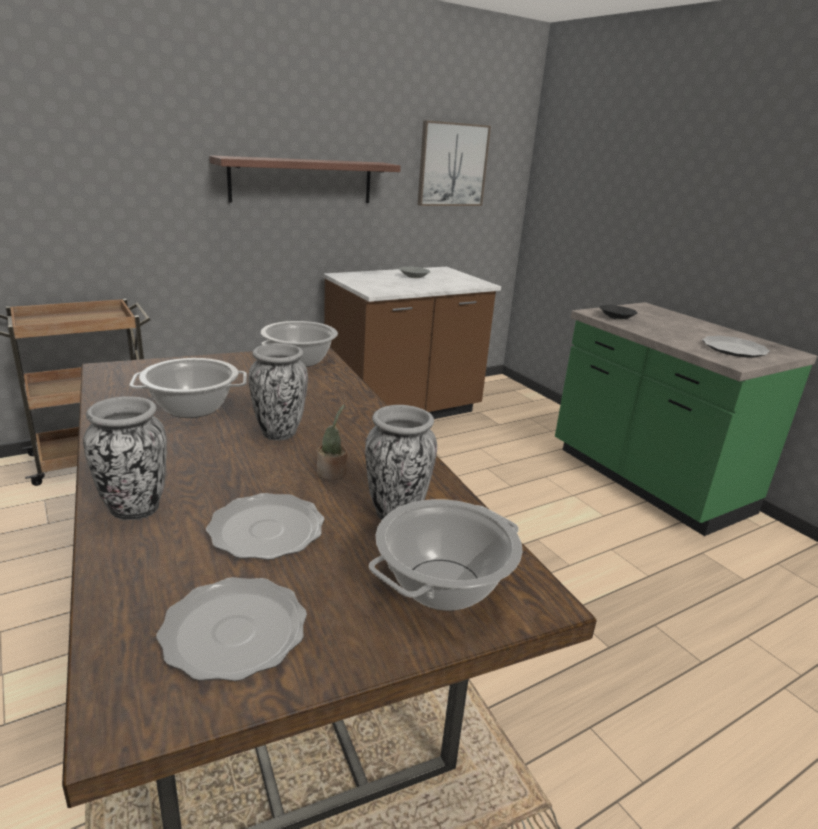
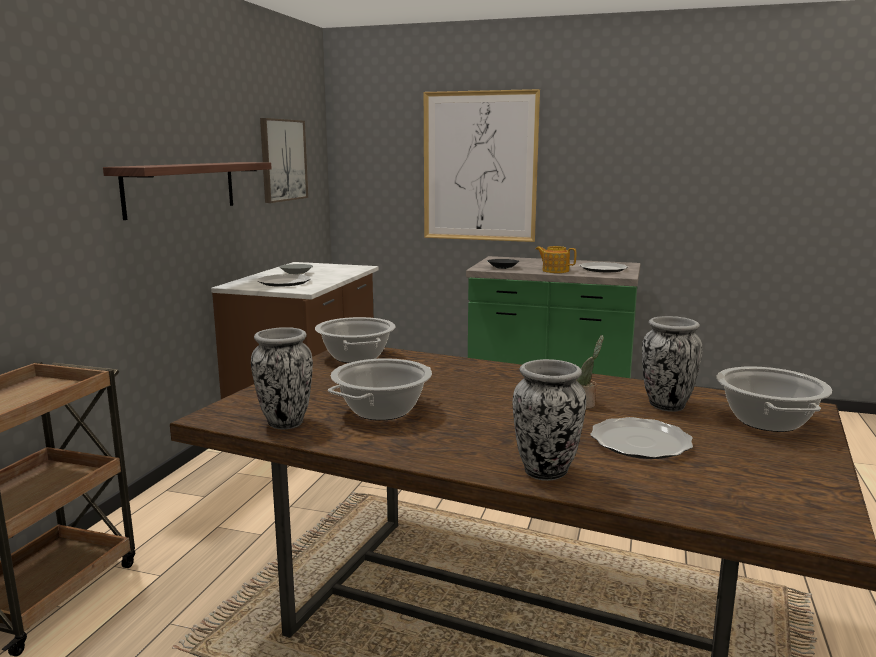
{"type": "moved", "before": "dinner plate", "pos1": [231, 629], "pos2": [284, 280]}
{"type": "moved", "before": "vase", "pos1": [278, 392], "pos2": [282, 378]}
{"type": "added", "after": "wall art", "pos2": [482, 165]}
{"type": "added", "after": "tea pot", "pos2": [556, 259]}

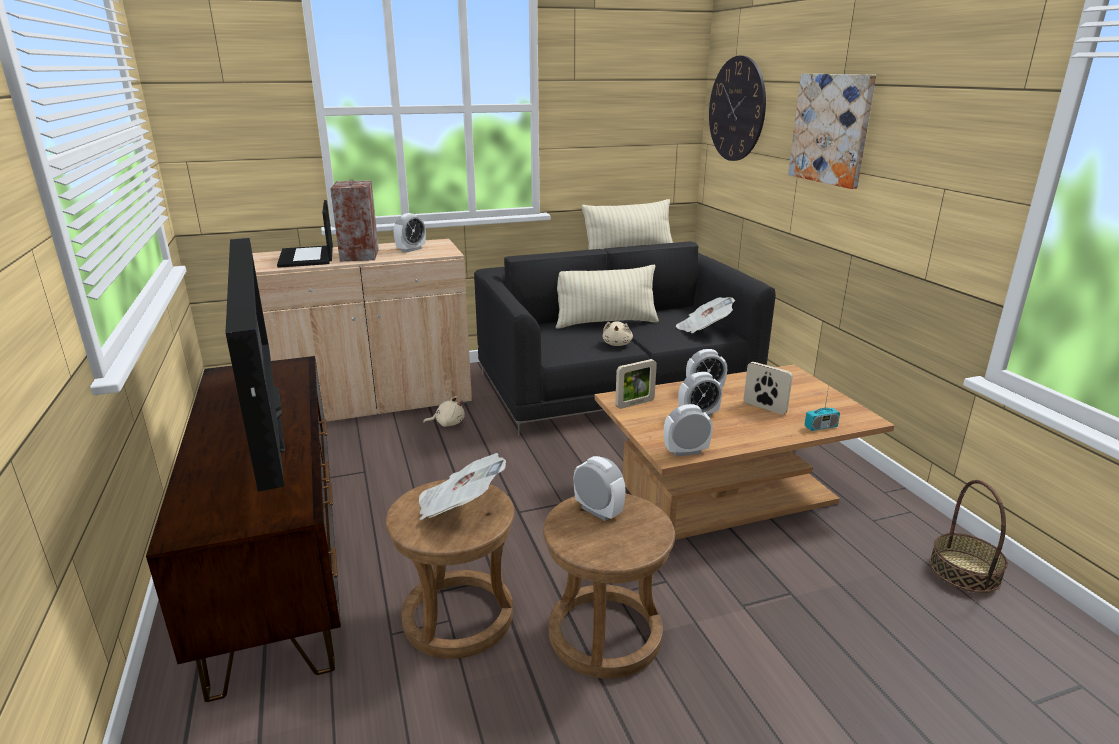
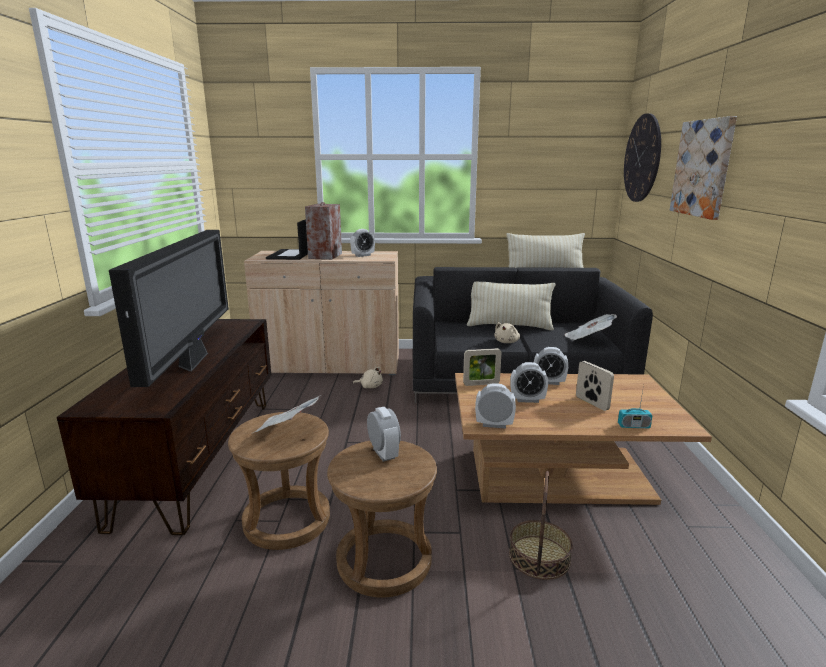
{"type": "moved", "before": "household basket", "pos1": [968, 536], "pos2": [541, 525]}

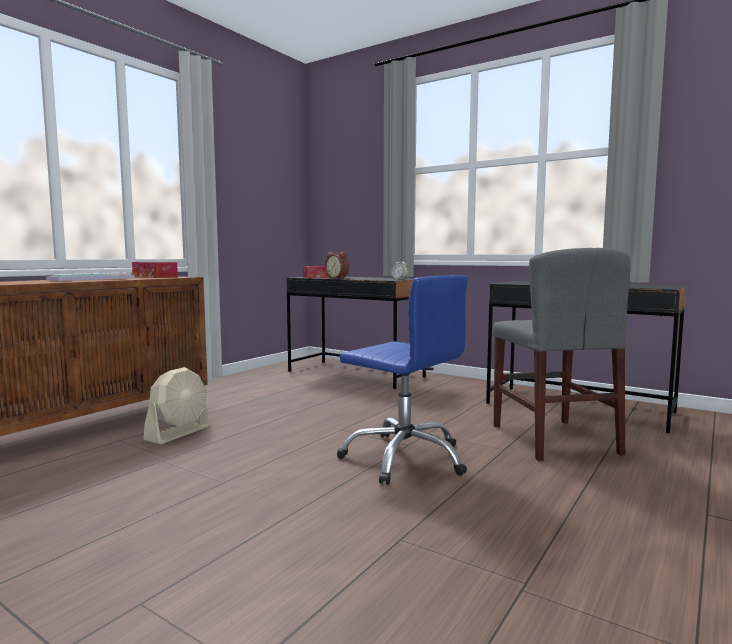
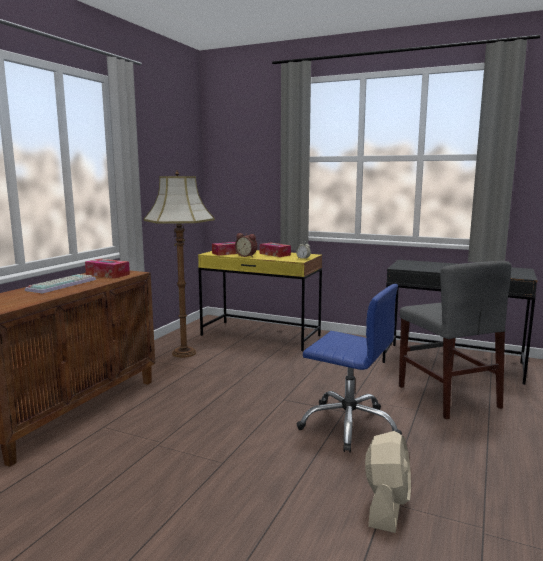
{"type": "moved", "before": "electric fan (beige)", "pos1": [177, 405], "pos2": [388, 482]}
{"type": "recoloured", "before": "desk (black-coloured)", "after": "desk (yellow)", "pos1": [356, 333], "pos2": [260, 300]}
{"type": "added", "after": "standing lamp", "pos2": [179, 264]}
{"type": "added", "after": "box of tissues", "pos2": [275, 250]}

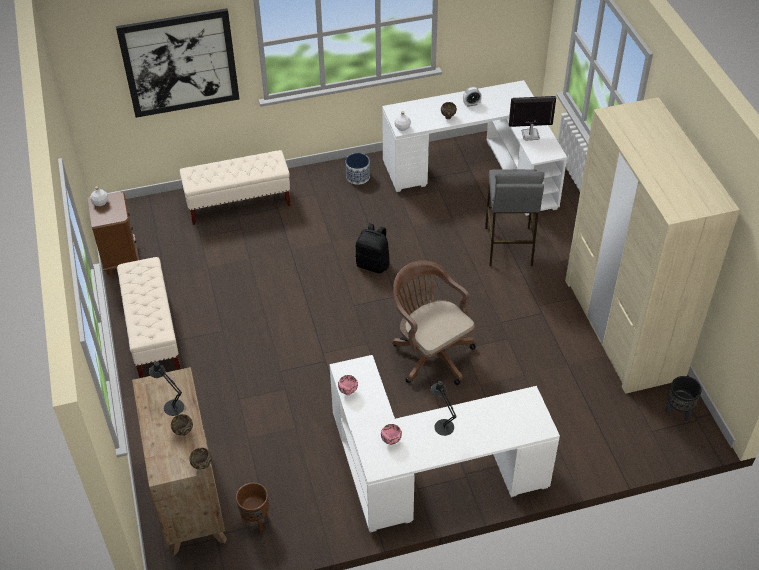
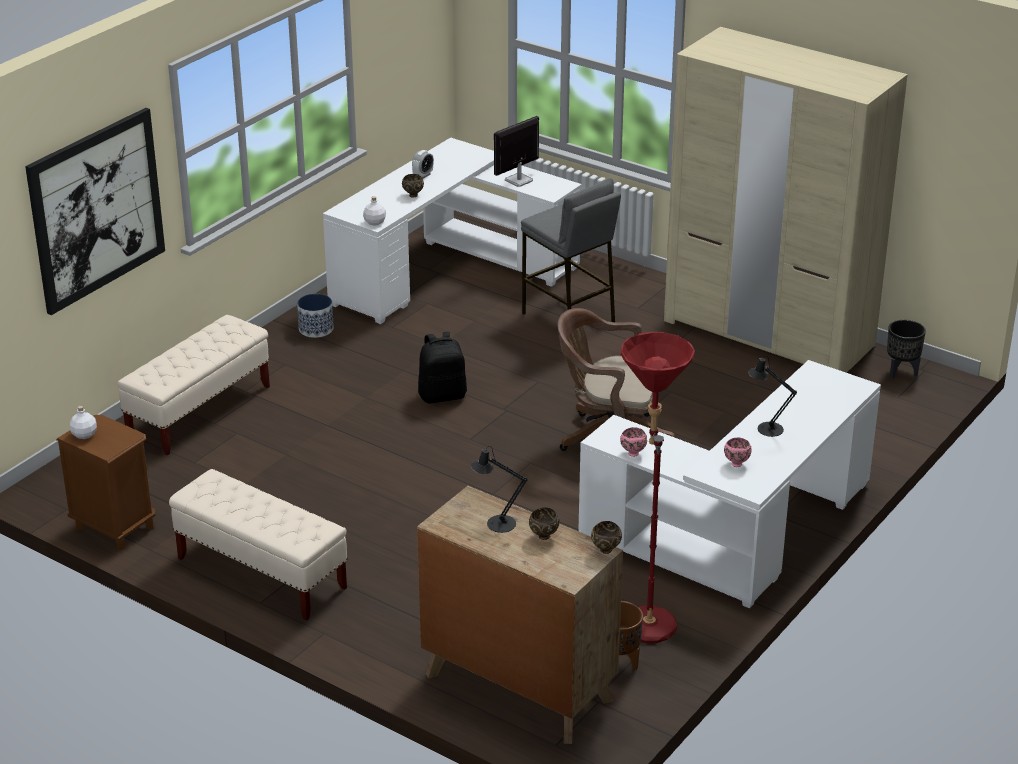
{"type": "added", "after": "standing lamp (reddish)", "pos2": [658, 487]}

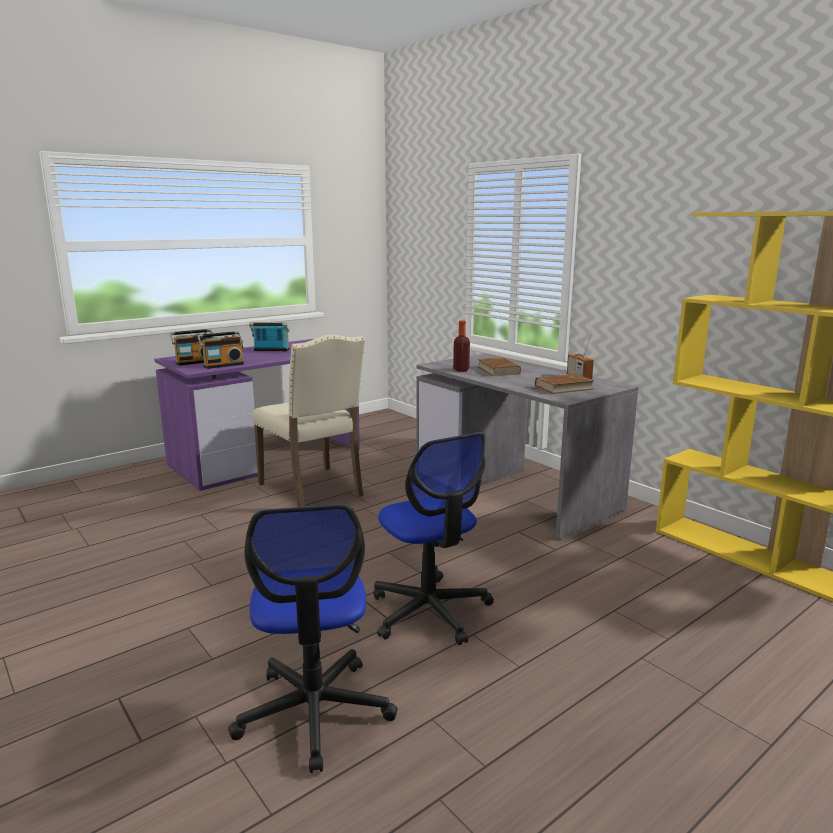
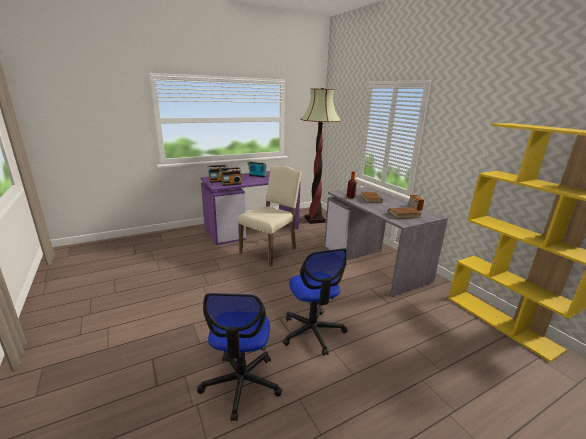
{"type": "turned", "before": "upright chair (beige)", "pos1": [309, 421], "pos2": [270, 216], "turn": -120}
{"type": "added", "after": "standing lamp", "pos2": [321, 156]}

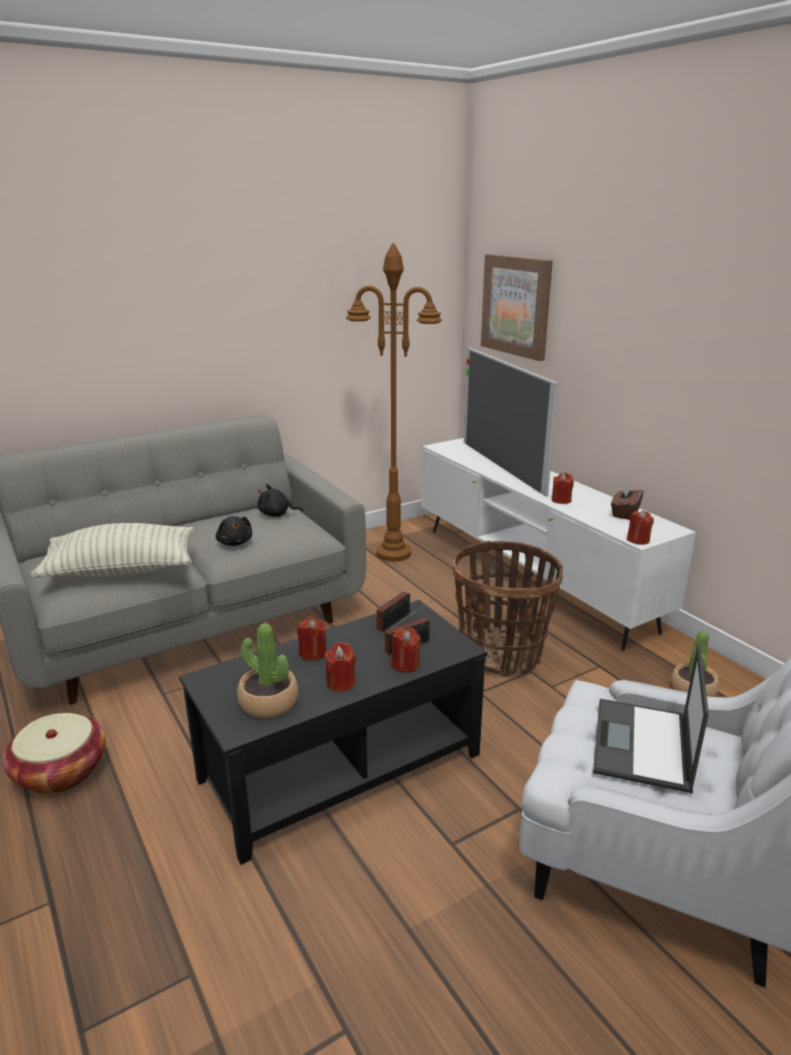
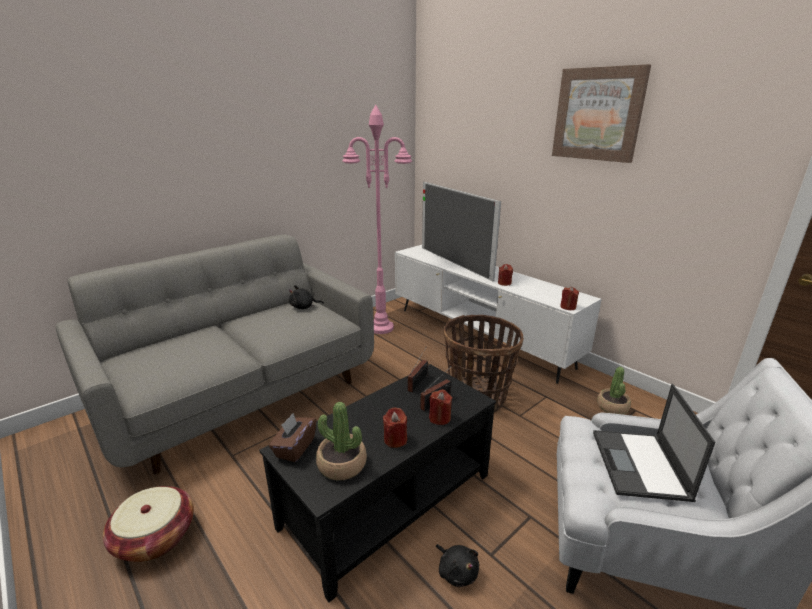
{"type": "removed", "before": "cushion", "pos1": [112, 550]}
{"type": "moved", "before": "soft toy (black-coloured)", "pos1": [234, 531], "pos2": [457, 565]}
{"type": "removed", "before": "candle (reddish)", "pos1": [311, 639]}
{"type": "recoloured", "before": "standing lamp (brown)", "after": "standing lamp (pinkish)", "pos1": [394, 402], "pos2": [377, 219]}
{"type": "moved", "before": "wall art", "pos1": [517, 307], "pos2": [601, 113]}
{"type": "moved", "before": "box of tissues (brown)", "pos1": [627, 501], "pos2": [292, 437]}

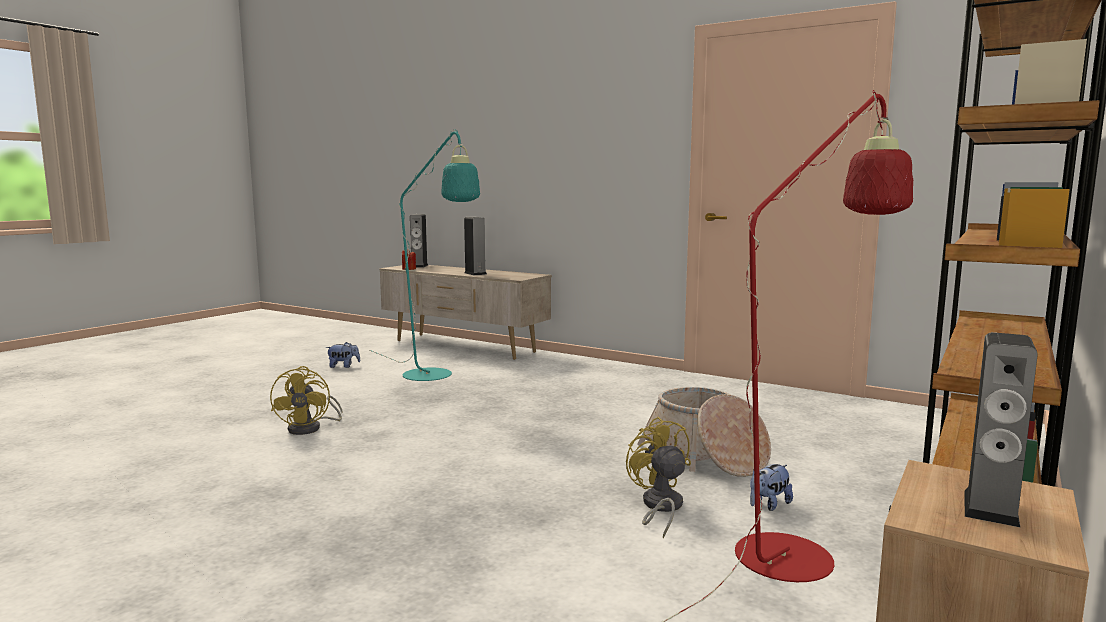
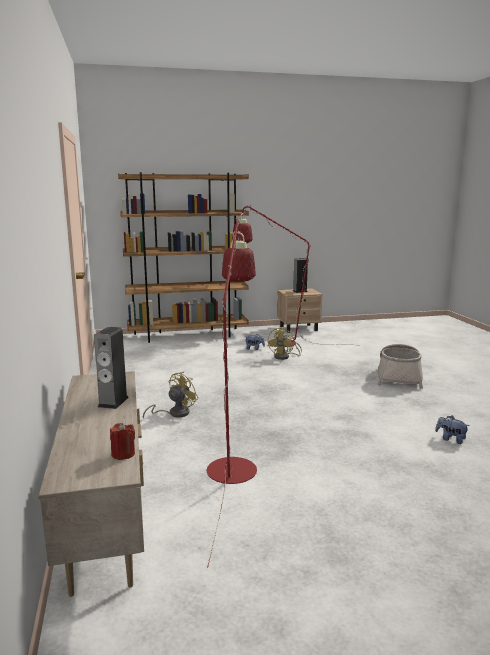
{"type": "moved", "before": "electric fan (yellow)", "pos1": [306, 400], "pos2": [171, 395]}
{"type": "moved", "before": "soft toy", "pos1": [343, 355], "pos2": [452, 429]}
{"type": "recoloured", "before": "standing lamp (turquoise-coloured)", "after": "standing lamp (reddish)", "pos1": [425, 255], "pos2": [232, 392]}
{"type": "removed", "before": "loudspeaker", "pos1": [419, 241]}
{"type": "moved", "before": "household basket", "pos1": [704, 432], "pos2": [400, 366]}

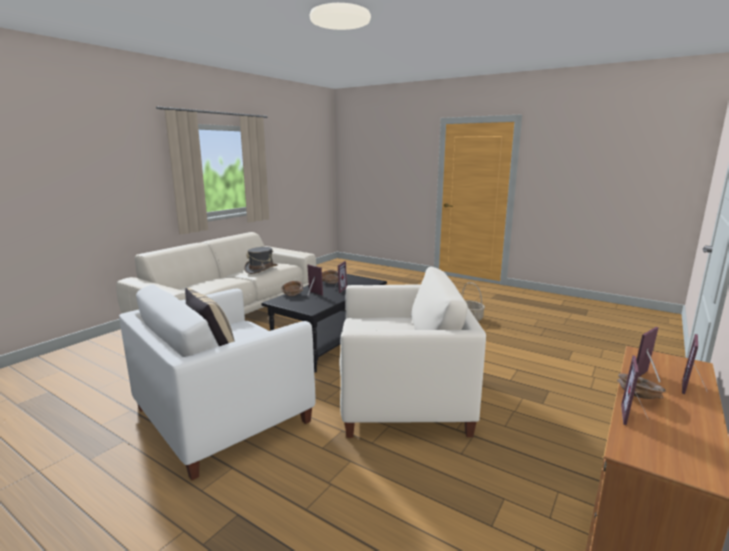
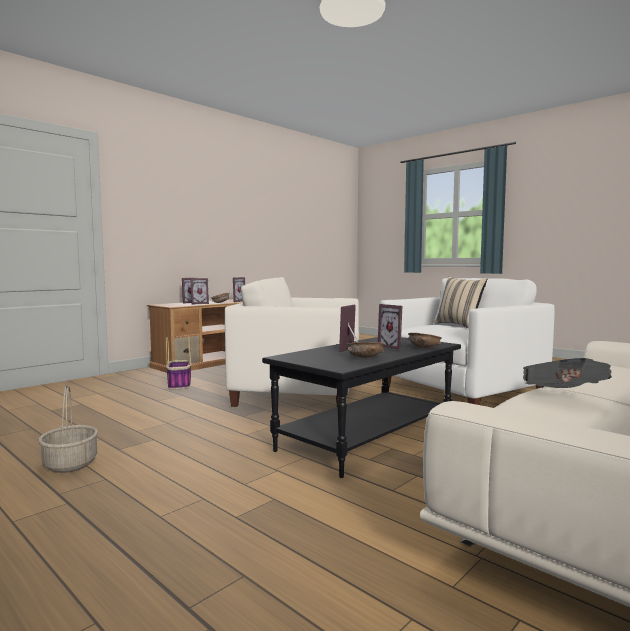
{"type": "replaced", "before": "clothing hat (gray)", "after": "daily paper", "pos1": [261, 260], "pos2": [567, 373]}
{"type": "added", "after": "household basket", "pos2": [178, 363]}

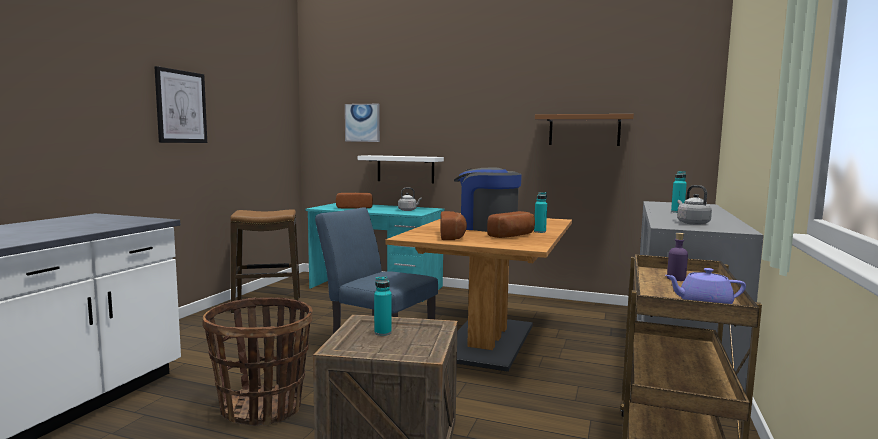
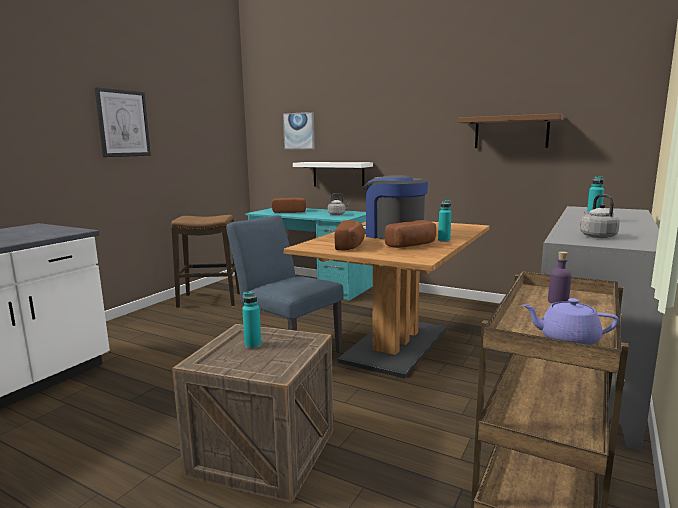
{"type": "removed", "before": "household basket", "pos1": [257, 361]}

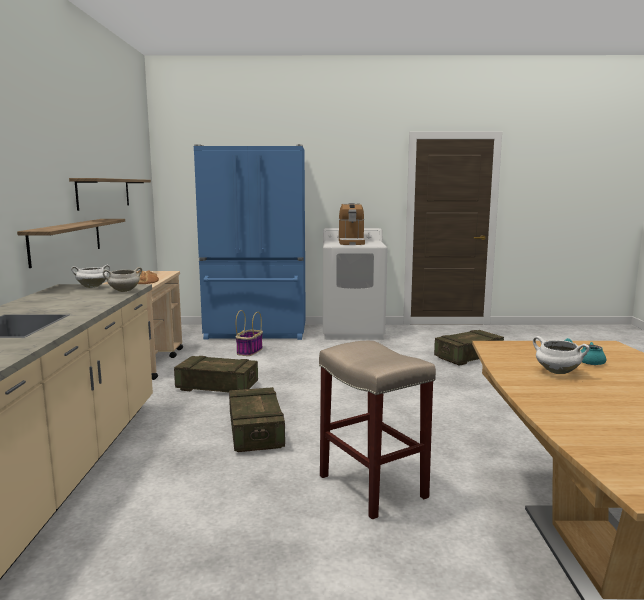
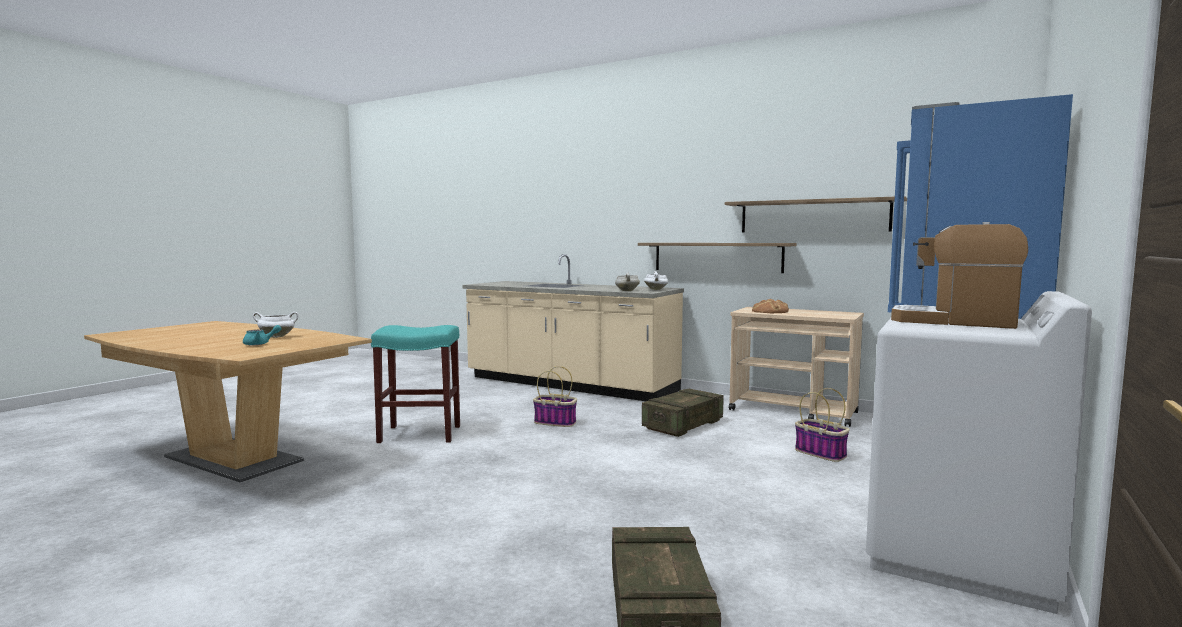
{"type": "replaced", "before": "shipping crate", "after": "household basket", "pos1": [257, 419], "pos2": [555, 396]}
{"type": "recoloured", "before": "stool (beige)", "after": "stool (turquoise-coloured)", "pos1": [377, 430], "pos2": [415, 384]}

